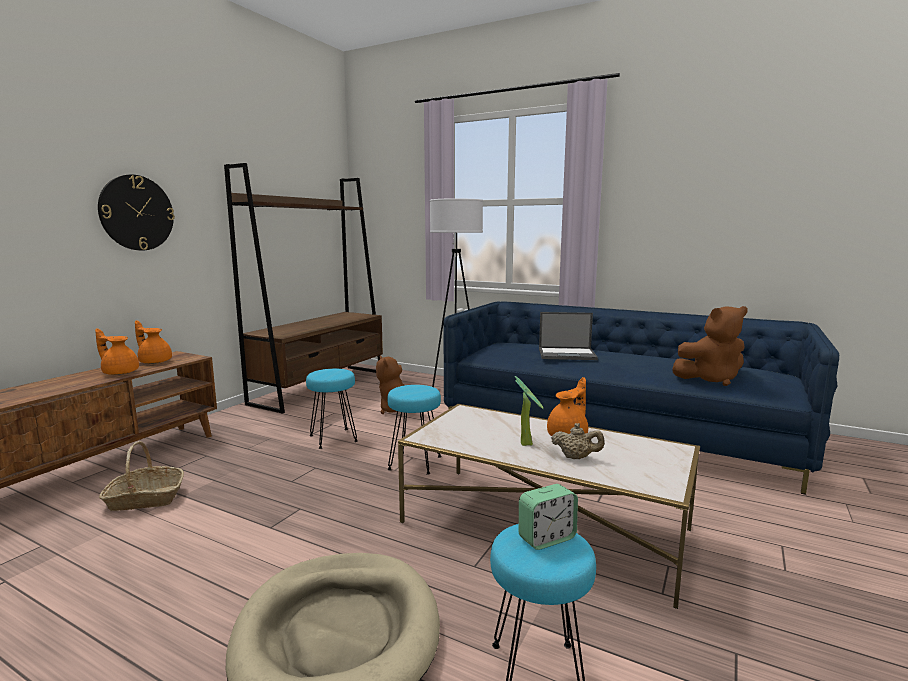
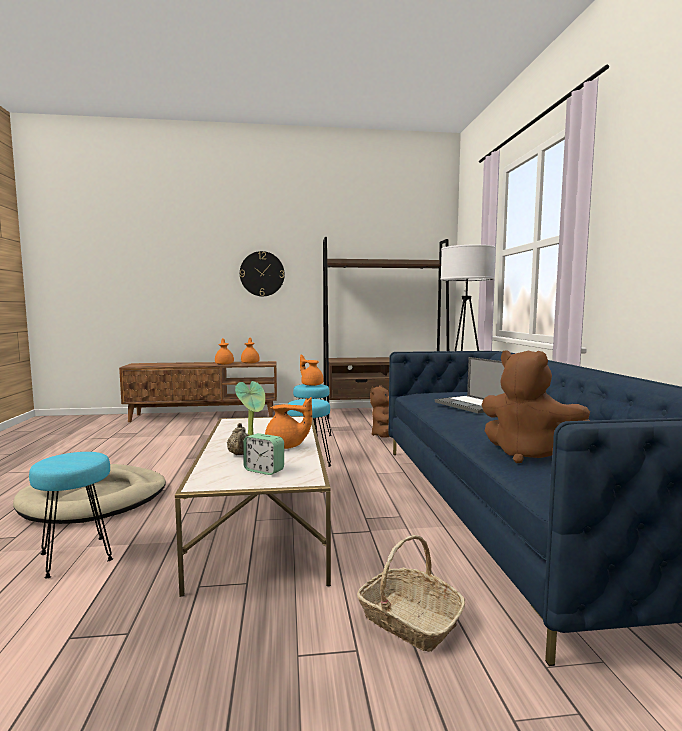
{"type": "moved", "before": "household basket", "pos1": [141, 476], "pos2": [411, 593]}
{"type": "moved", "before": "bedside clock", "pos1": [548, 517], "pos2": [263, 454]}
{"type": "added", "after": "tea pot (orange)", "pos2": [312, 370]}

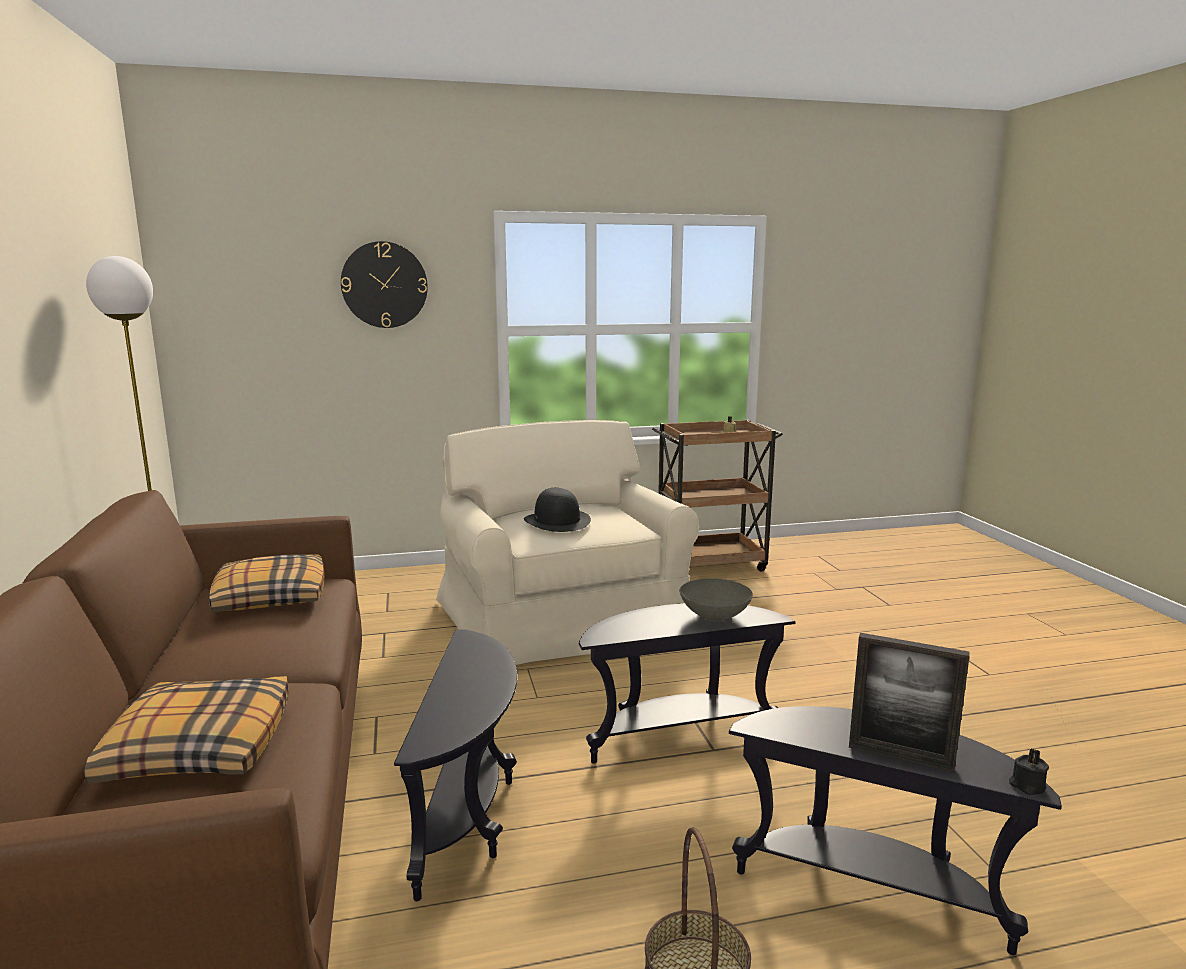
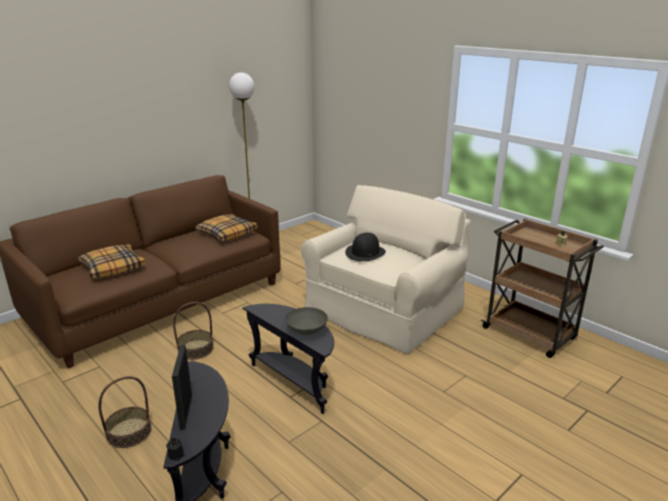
{"type": "removed", "before": "hanging clock", "pos1": [384, 284]}
{"type": "replaced", "before": "side table (black-coloured)", "after": "household basket", "pos1": [455, 765], "pos2": [193, 331]}

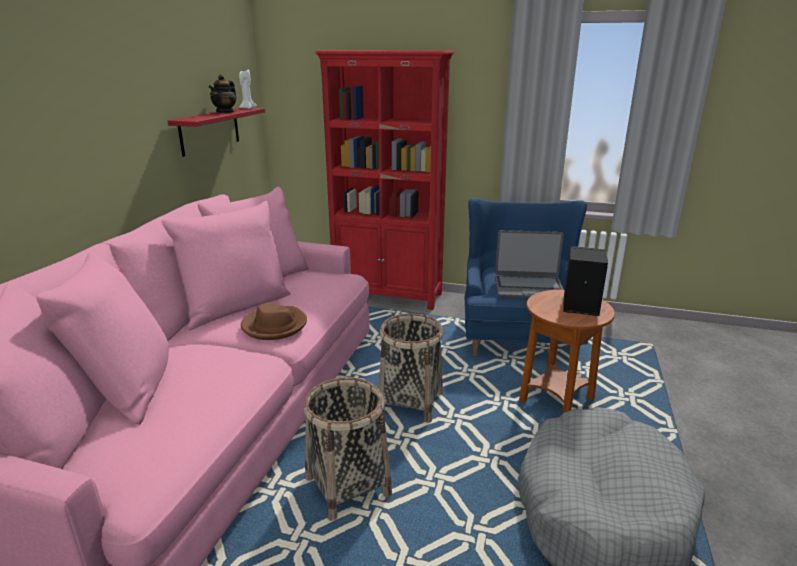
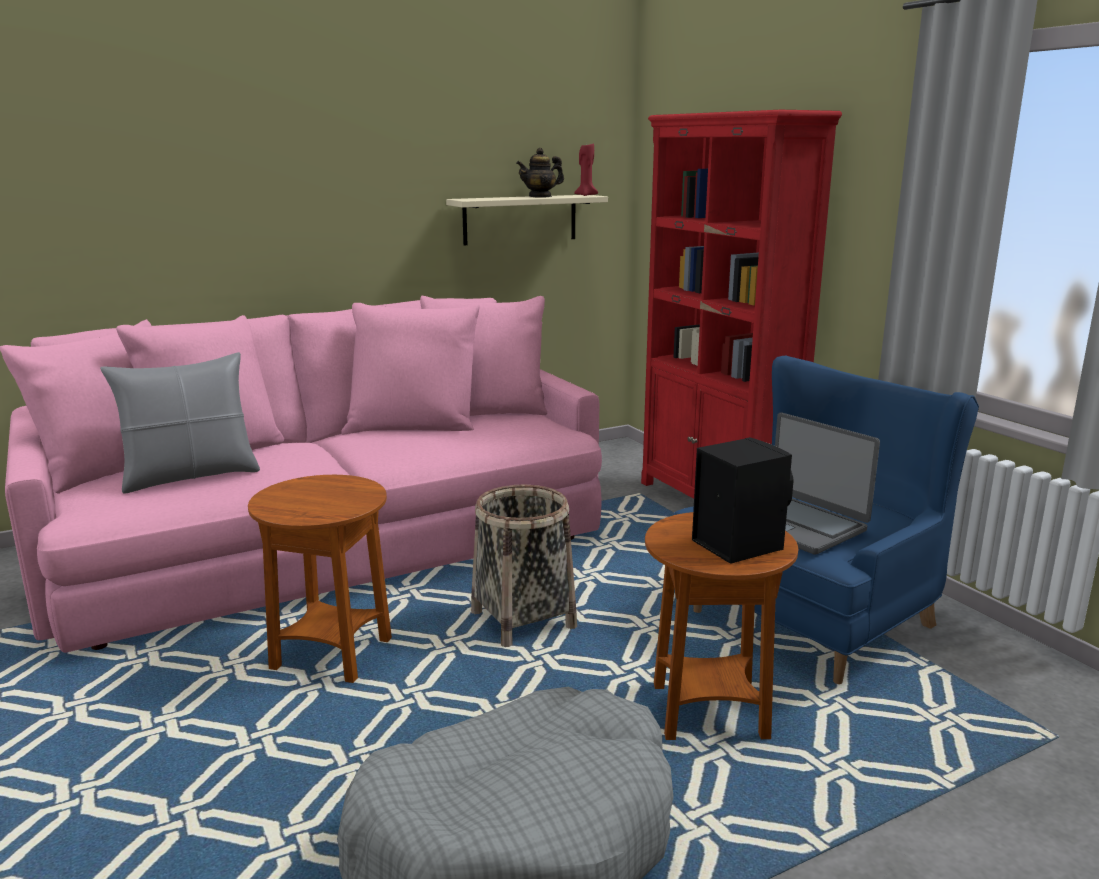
{"type": "recoloured", "before": "wall shelf (reddish)", "after": "wall shelf (beige)", "pos1": [216, 132], "pos2": [527, 220]}
{"type": "recoloured", "before": "candle (white-coloured)", "after": "candle (reddish)", "pos1": [248, 89], "pos2": [586, 169]}
{"type": "removed", "before": "clothing hat (brown)", "pos1": [274, 321]}
{"type": "replaced", "before": "household basket", "after": "side table (brown)", "pos1": [348, 449], "pos2": [320, 579]}
{"type": "added", "after": "cushion (gray)", "pos2": [180, 422]}

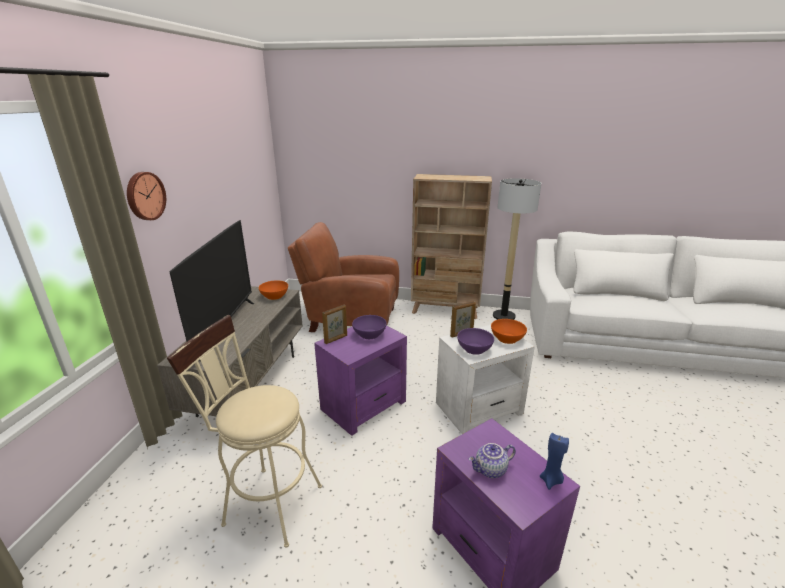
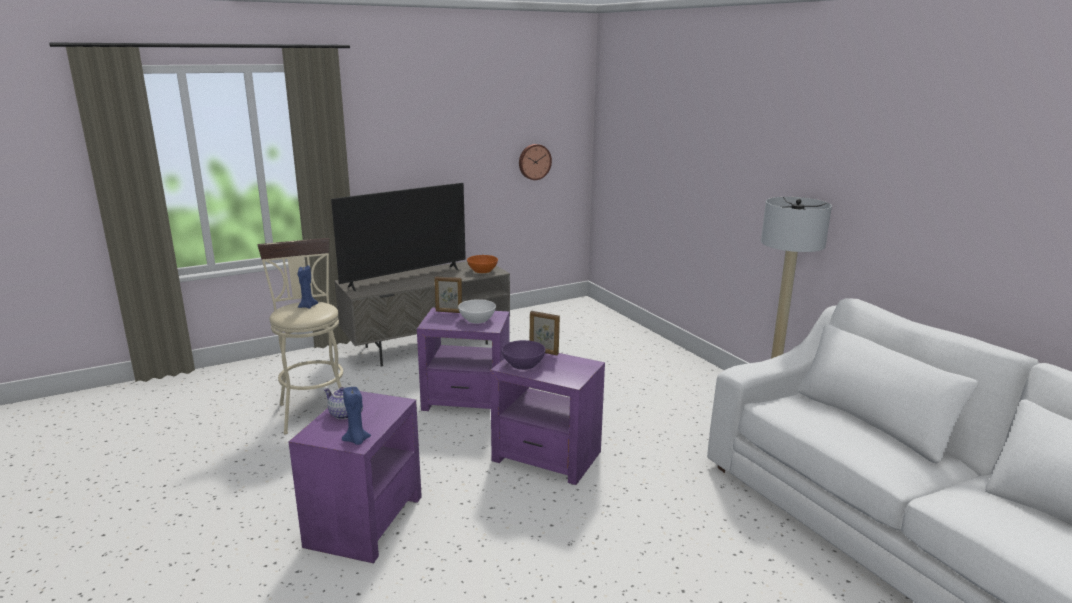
{"type": "moved", "before": "hanging clock", "pos1": [146, 196], "pos2": [535, 162]}
{"type": "removed", "before": "armchair (brown)", "pos1": [343, 277]}
{"type": "recoloured", "before": "deep dish (purplish)", "after": "deep dish (white-coloured)", "pos1": [369, 327], "pos2": [477, 311]}
{"type": "removed", "before": "bookcase (beige)", "pos1": [451, 246]}
{"type": "recoloured", "before": "side table (white-coloured)", "after": "side table (purplish)", "pos1": [485, 379], "pos2": [547, 419]}
{"type": "removed", "before": "deep dish (orange)", "pos1": [509, 331]}
{"type": "added", "after": "candle (blue)", "pos2": [308, 287]}

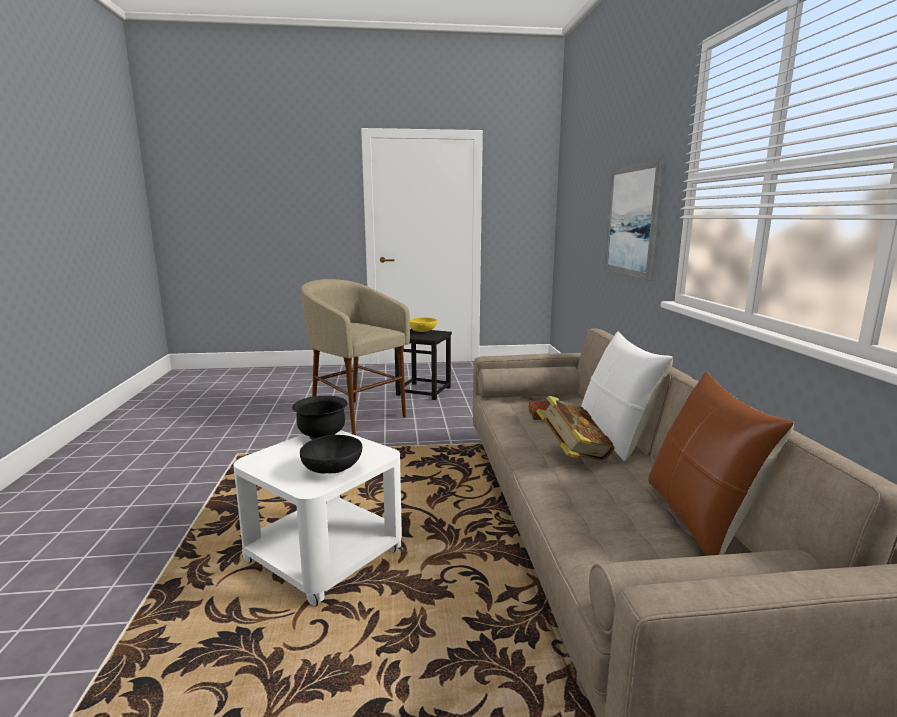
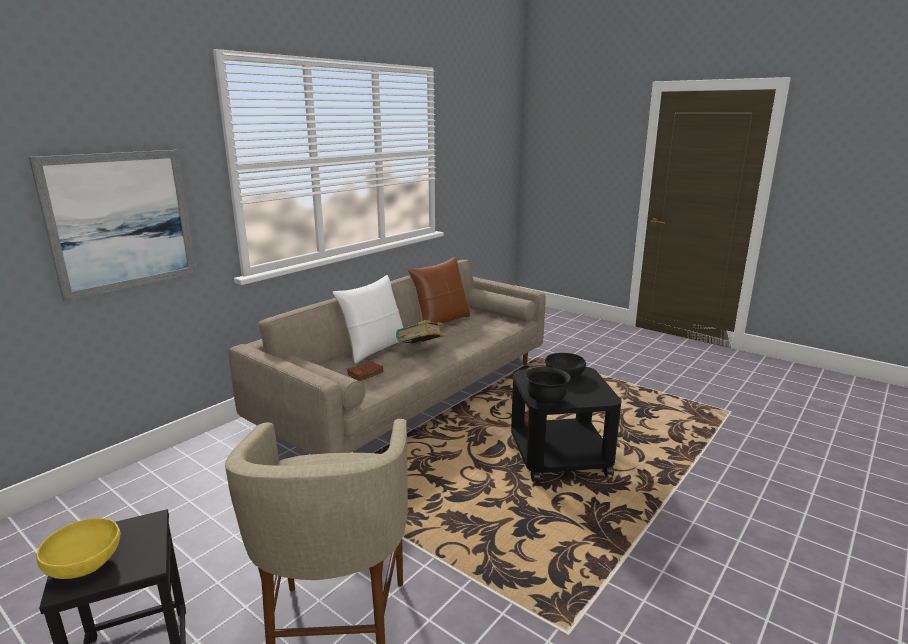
{"type": "recoloured", "before": "side table (white-coloured)", "after": "side table (black-coloured)", "pos1": [317, 518], "pos2": [566, 424]}

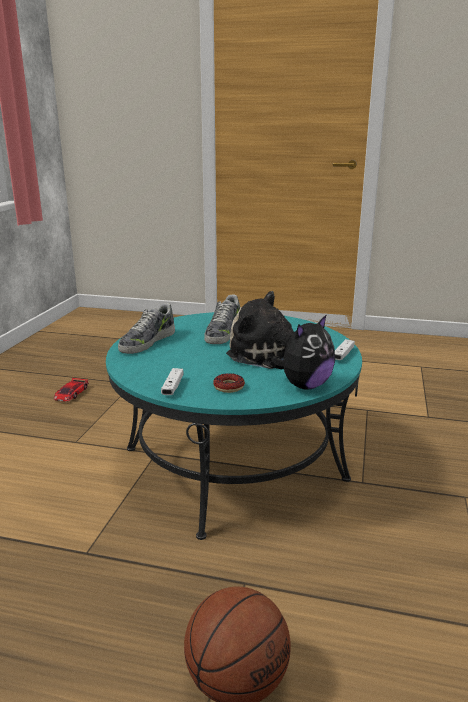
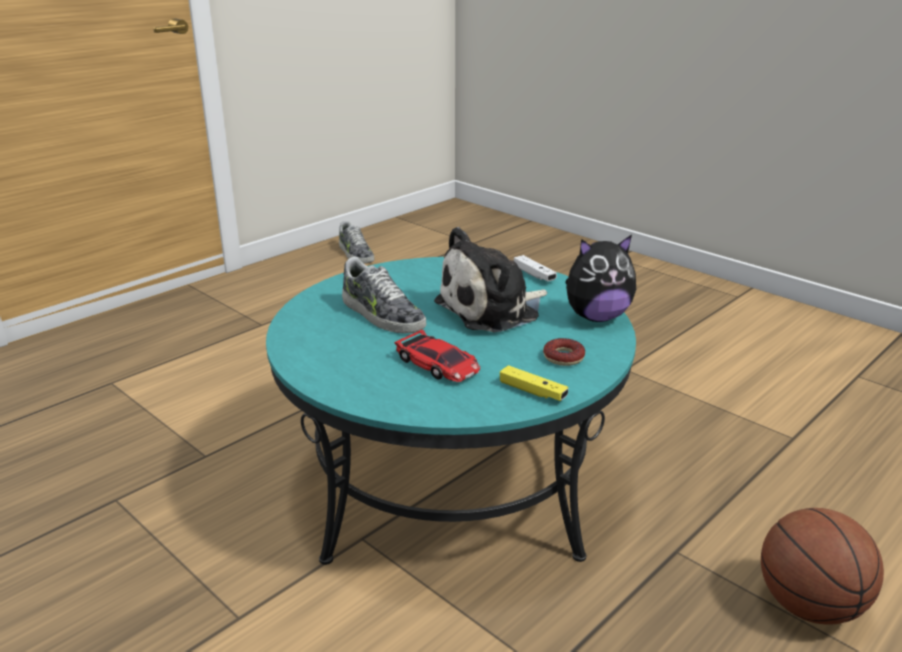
{"type": "moved", "before": "toy car", "pos1": [71, 390], "pos2": [437, 356]}
{"type": "moved", "before": "shoe", "pos1": [146, 328], "pos2": [356, 242]}
{"type": "recoloured", "before": "game controller (white-coloured)", "after": "game controller (yellow)", "pos1": [172, 381], "pos2": [534, 383]}
{"type": "turned", "before": "soft toy", "pos1": [302, 352], "pos2": [600, 278], "turn": 90}

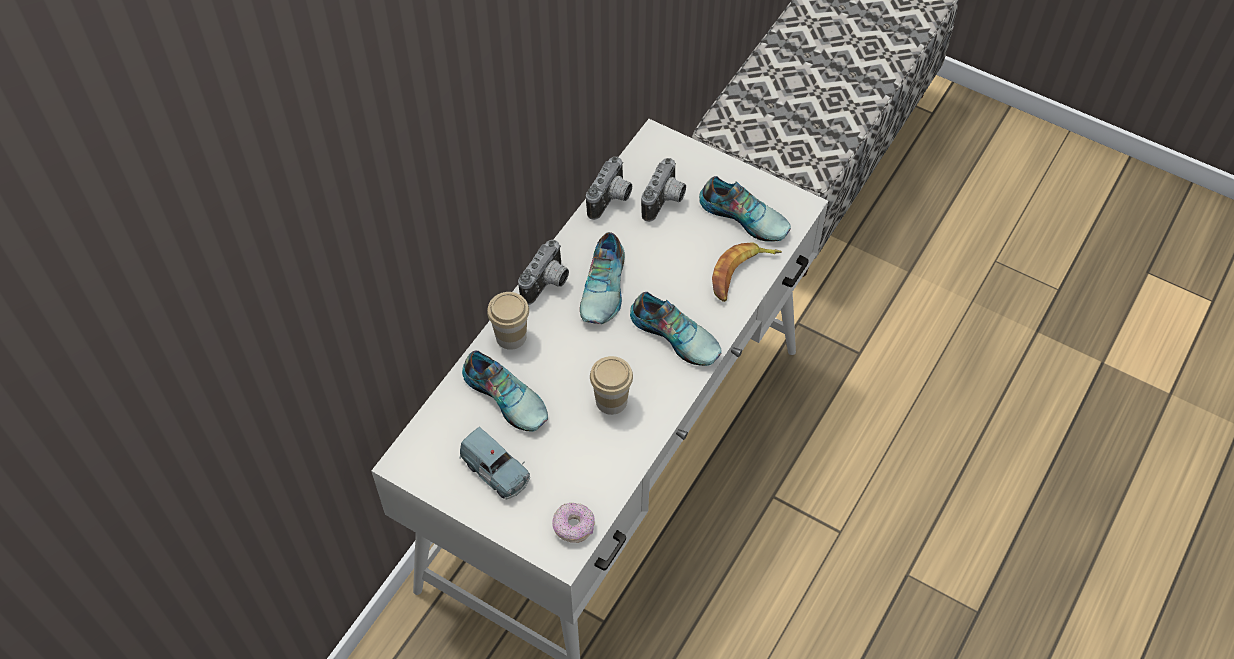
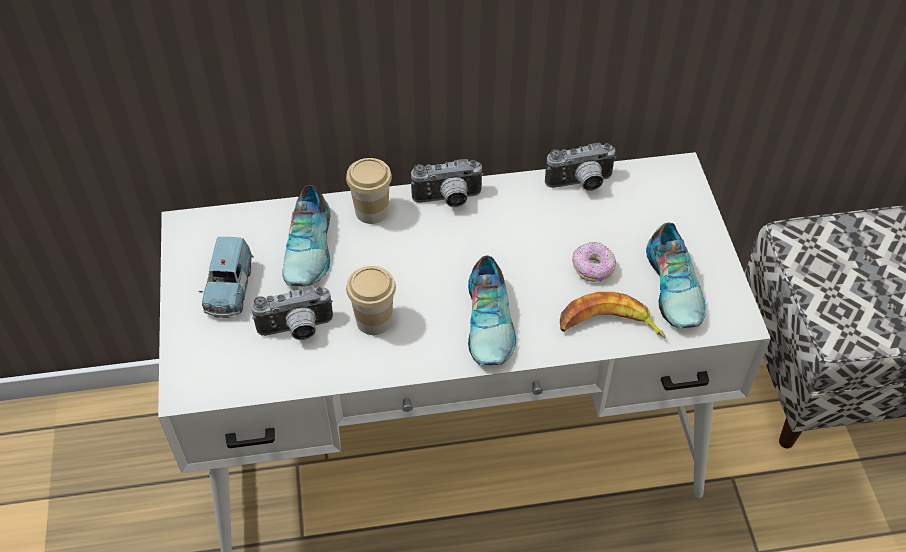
{"type": "moved", "before": "ring doughnut", "pos1": [573, 523], "pos2": [594, 262]}
{"type": "removed", "before": "shoe", "pos1": [602, 278]}
{"type": "moved", "before": "still camera", "pos1": [663, 190], "pos2": [292, 313]}

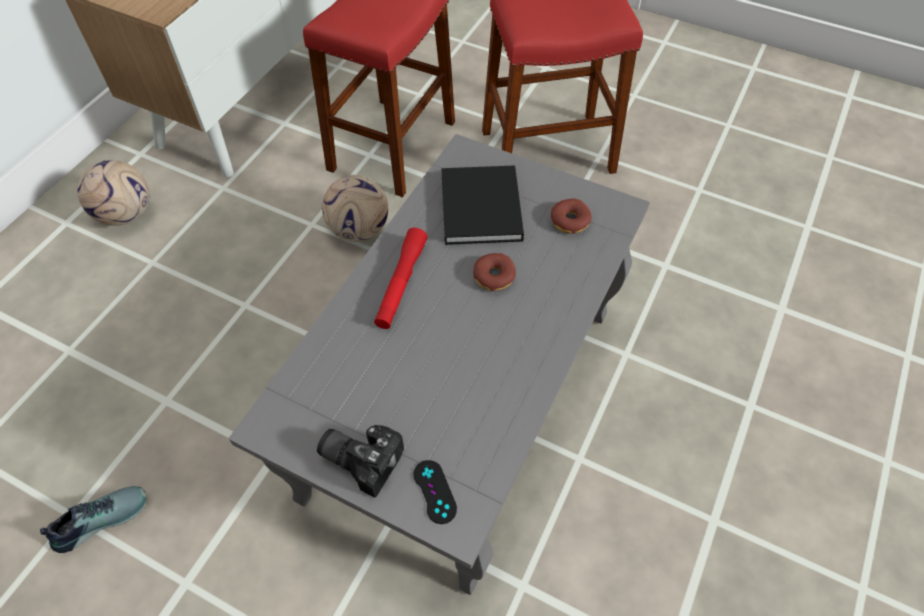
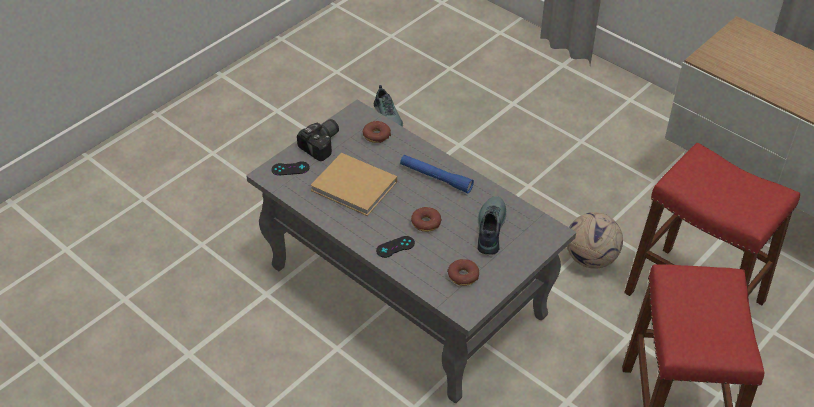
{"type": "removed", "before": "football ball", "pos1": [113, 193]}
{"type": "recoloured", "before": "flashlight (reddish)", "after": "flashlight (blue)", "pos1": [400, 278], "pos2": [437, 174]}
{"type": "replaced", "before": "volume (black-coloured)", "after": "shoe", "pos1": [482, 205], "pos2": [491, 225]}
{"type": "added", "after": "volume (beige)", "pos2": [353, 184]}
{"type": "added", "after": "ring doughnut", "pos2": [377, 132]}
{"type": "added", "after": "game controller (black-coloured)", "pos2": [395, 247]}

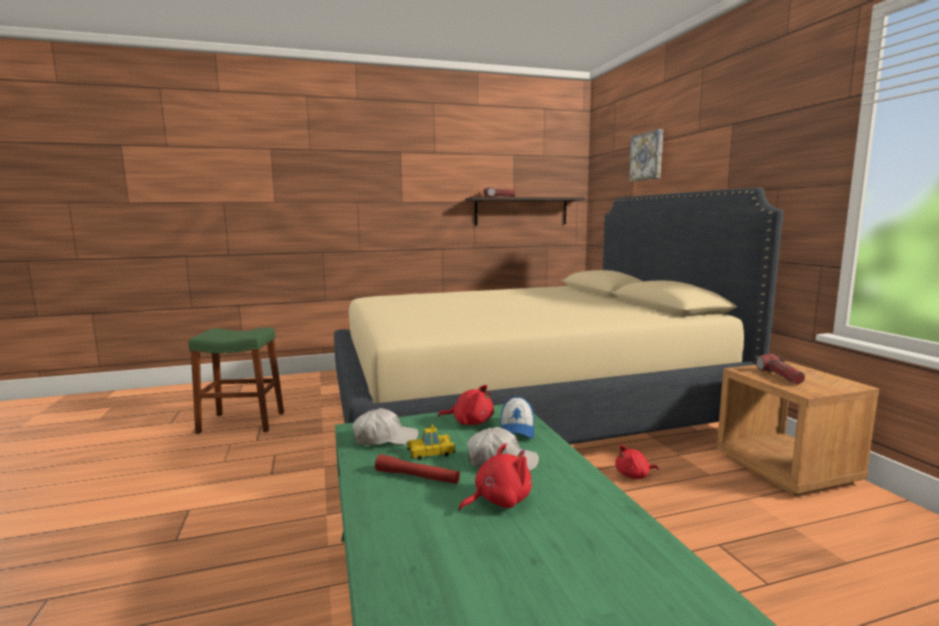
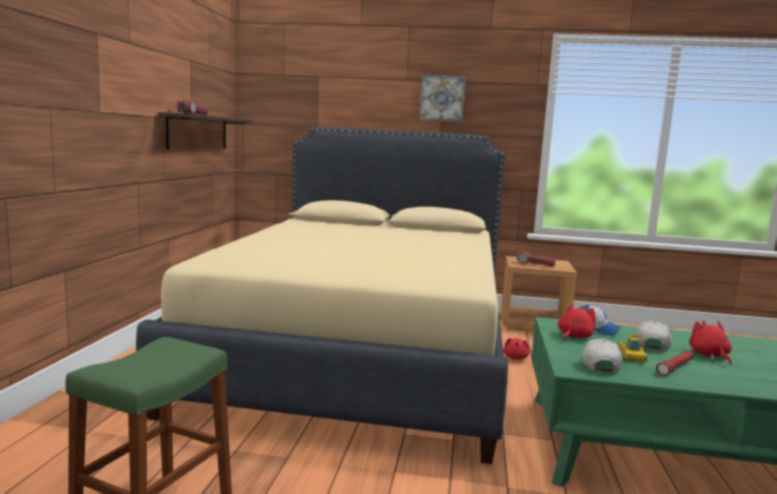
{"type": "moved", "before": "wall art", "pos1": [646, 155], "pos2": [442, 98]}

